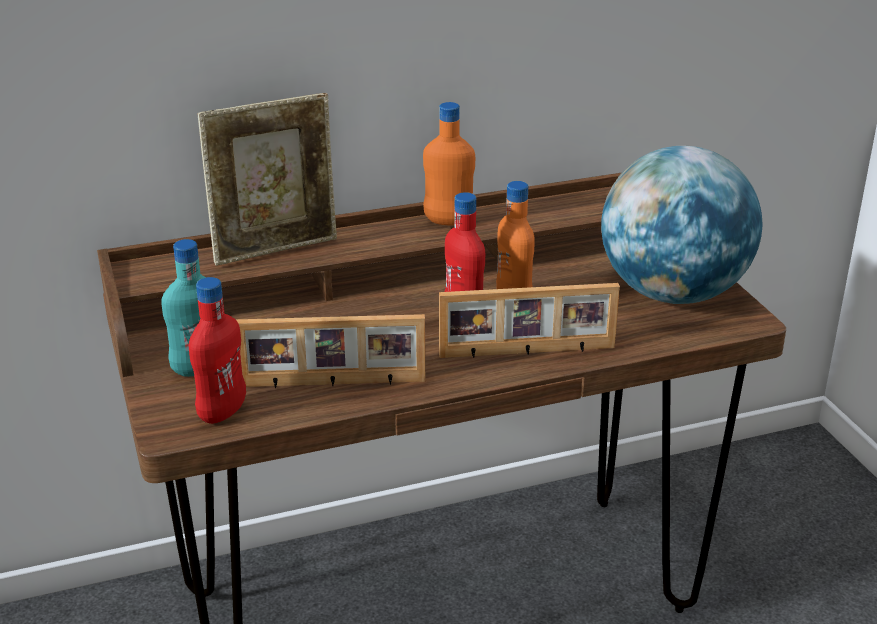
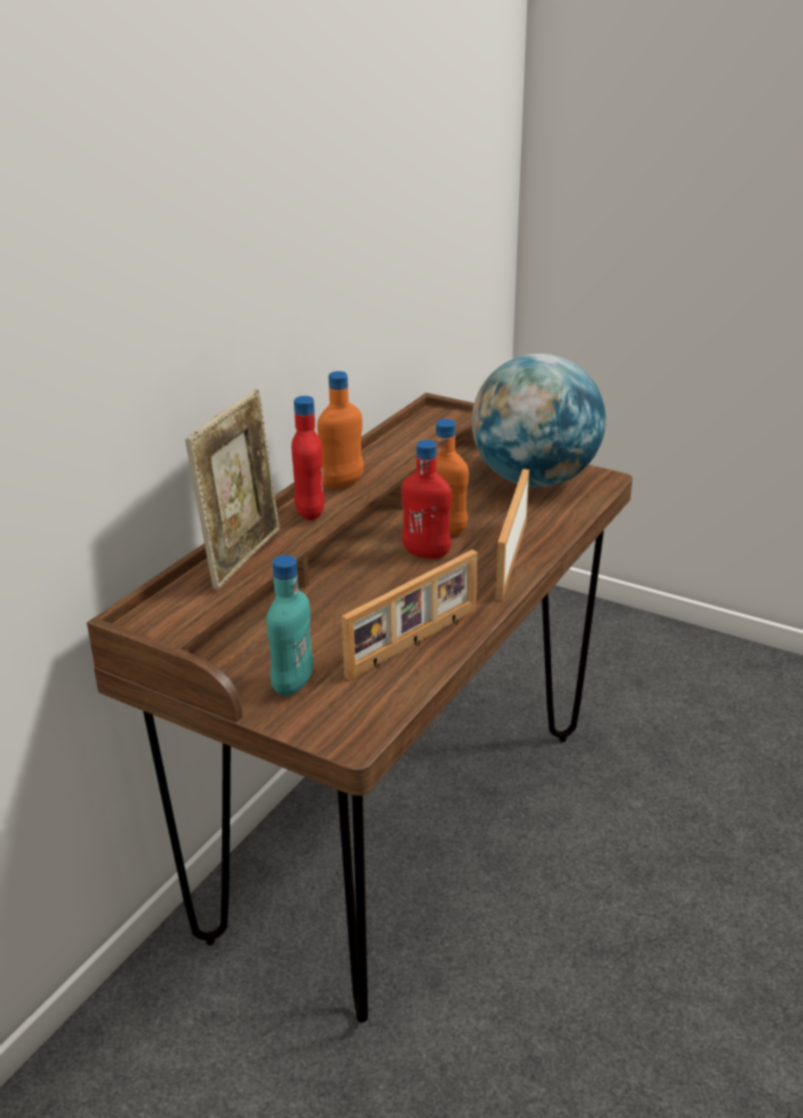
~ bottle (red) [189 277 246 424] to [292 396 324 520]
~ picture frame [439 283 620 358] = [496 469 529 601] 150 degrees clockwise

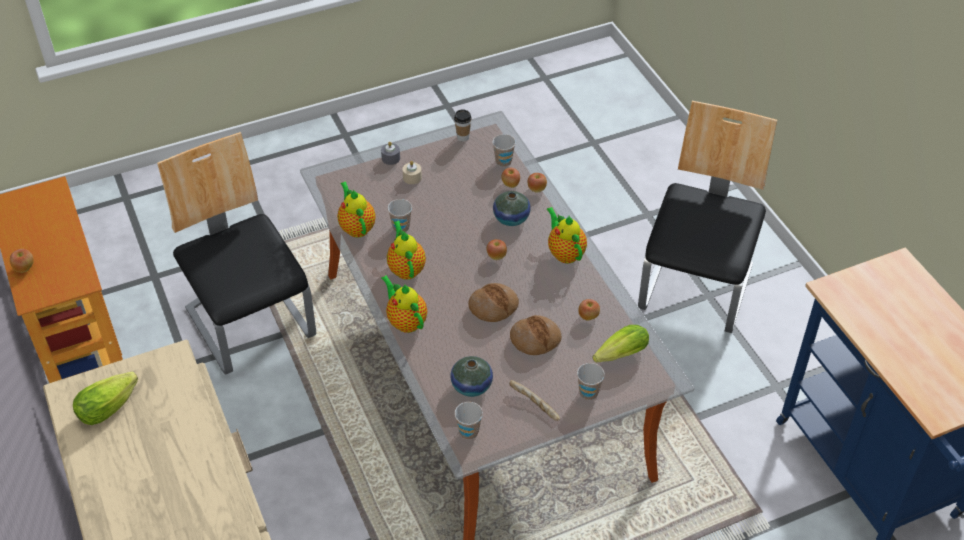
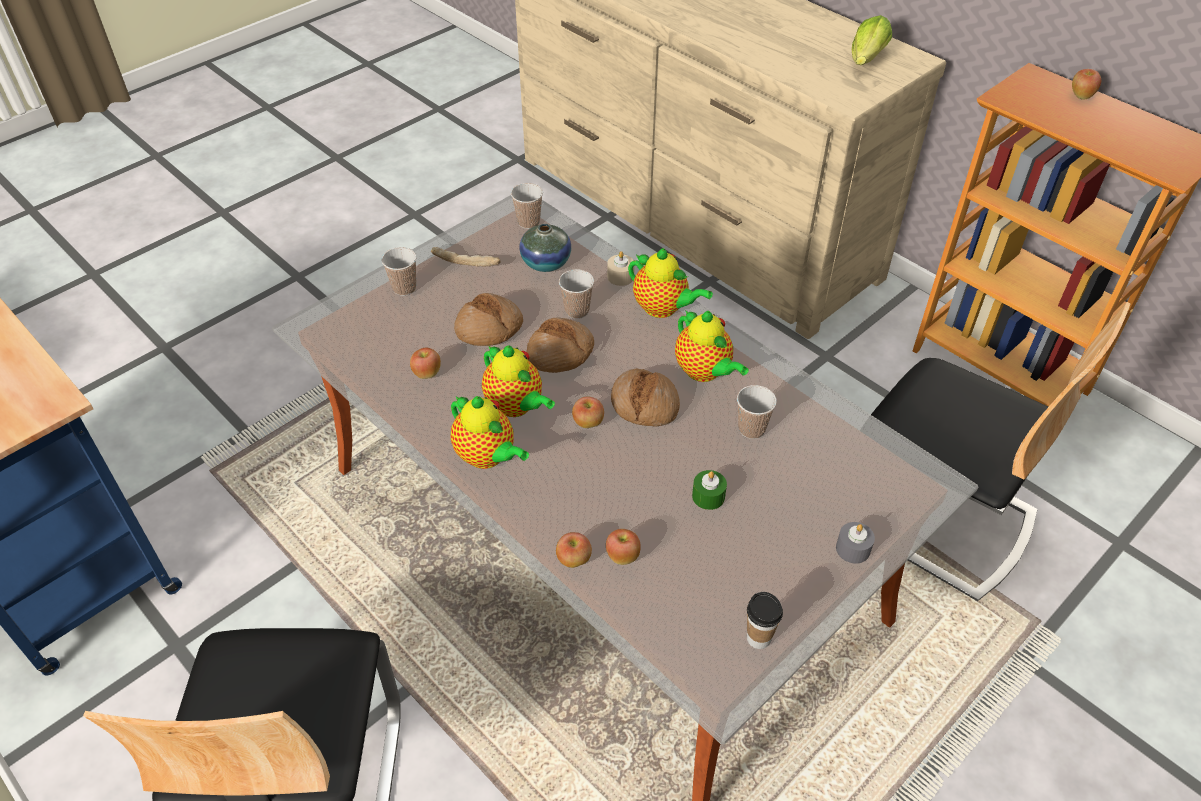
- vase [493 191 531 226]
- lettuce [593 325 649 362]
+ bread [611 368 680 427]
+ candle (green) [692 470 727 510]
~ teapot [337 181 376 237] to [482 345 555 417]
~ candle (beige) [403 161 422 184] to [607 251 635 286]
~ cup [492 134 516 167] to [559 269 594 319]

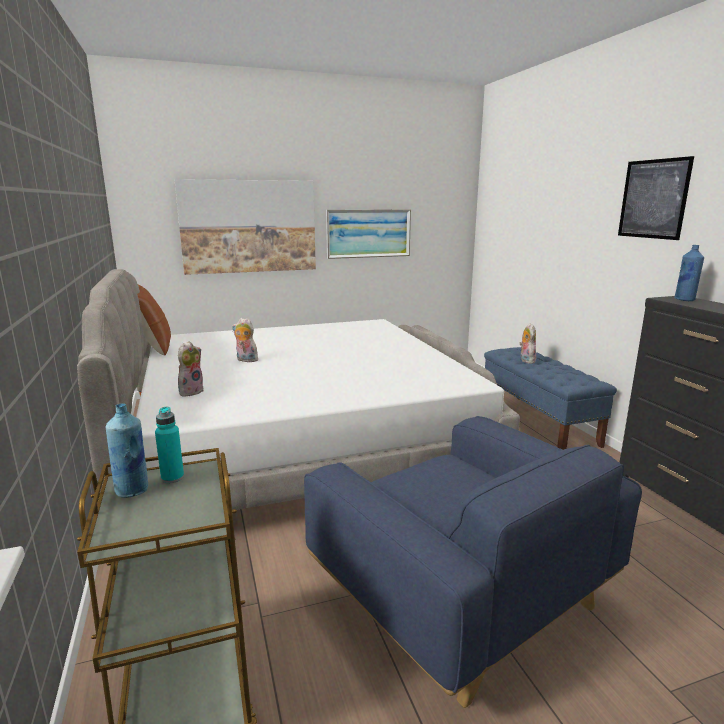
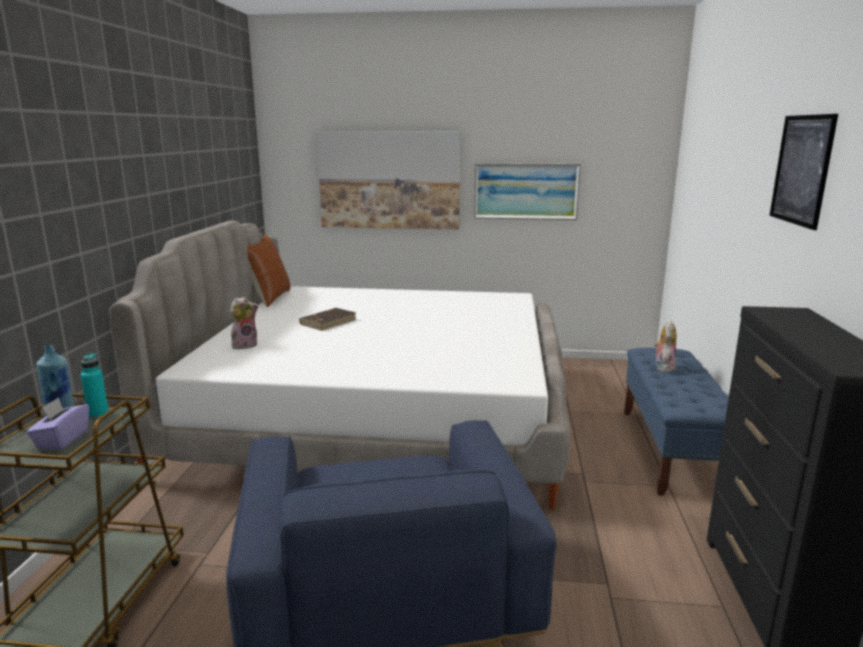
- bottle (blue) [674 245 704 301]
+ tissue box (purple) [26 398 89 450]
~ plush toy [232 318 258 362] to book (brown) [299 308 357 331]

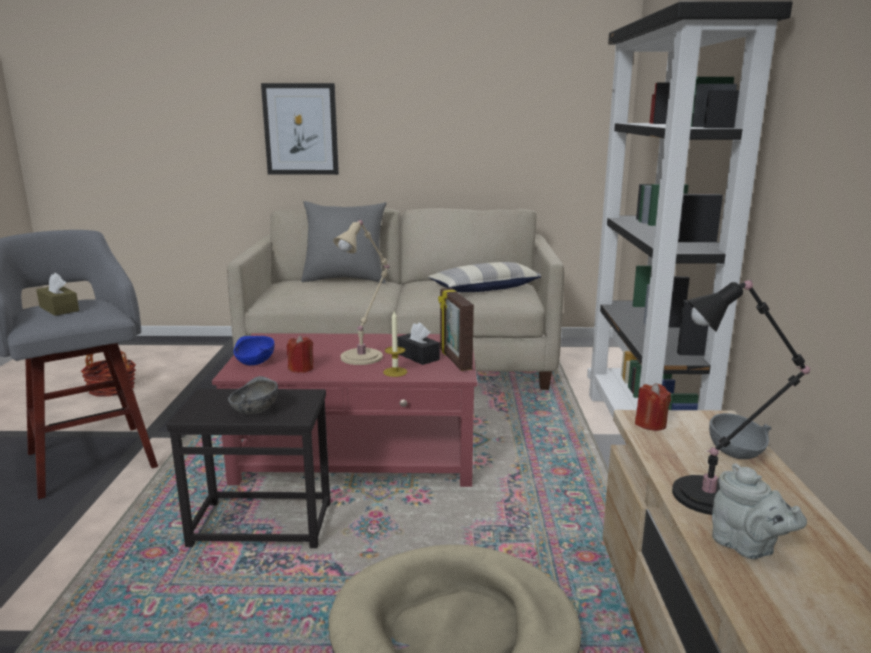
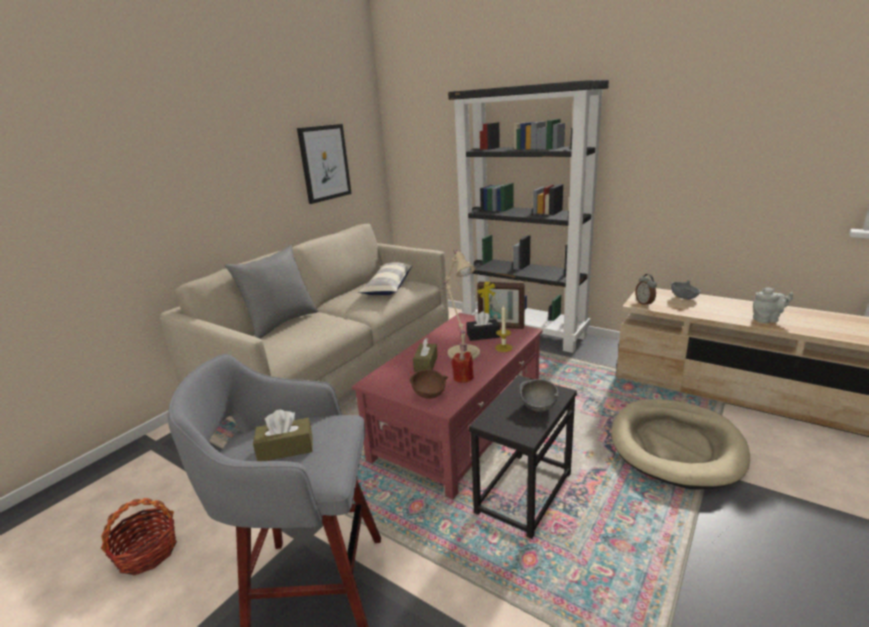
- table lamp (black) [672 280 810 515]
+ tissue box (brown) [413 338 438 372]
~ picture [261 83 339 175] to [297 124 352 204]
~ candle (red) [635 383 671 431] to alarm clock [635 274 657 306]
~ bowl (blue) [233 336 275 365] to bowl (brown) [410 369 448 399]

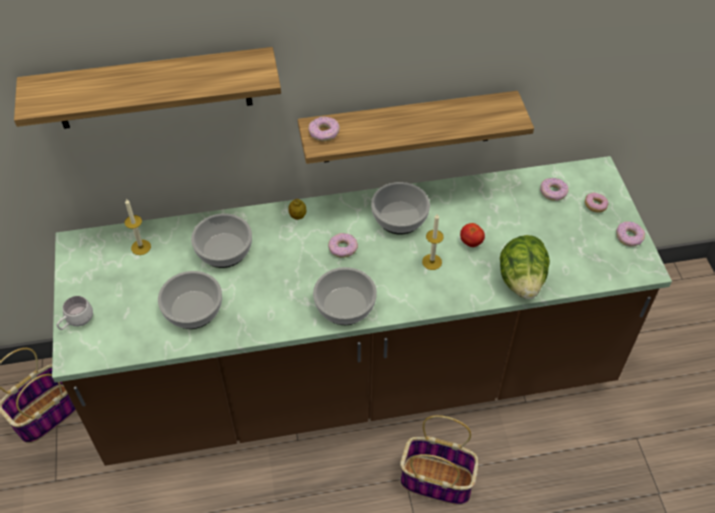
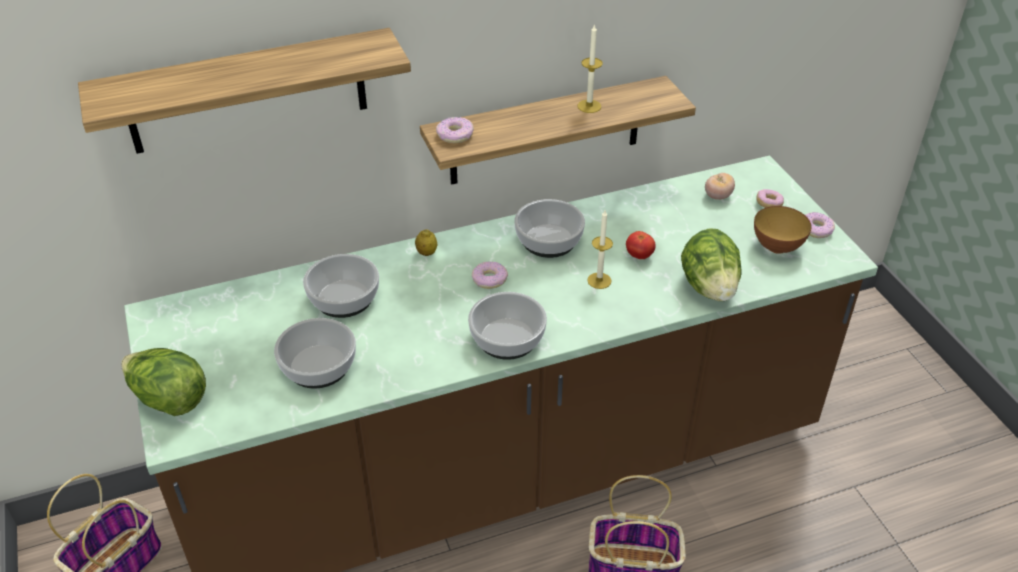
+ bowl [754 206 812 254]
~ candle [125 199 151 255] to [578 24 603 113]
~ mug (white) [57 296 93 330] to lettuce [121 348 206 416]
~ donut [540 178 569 201] to tomato [705 173 735 200]

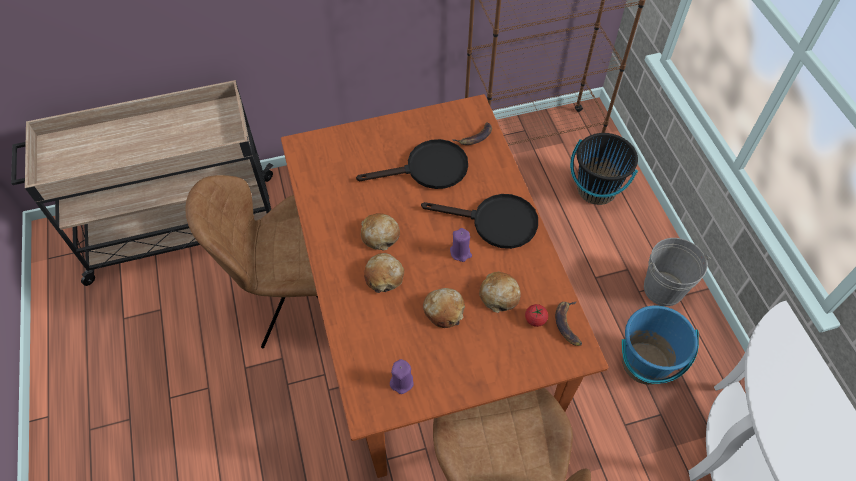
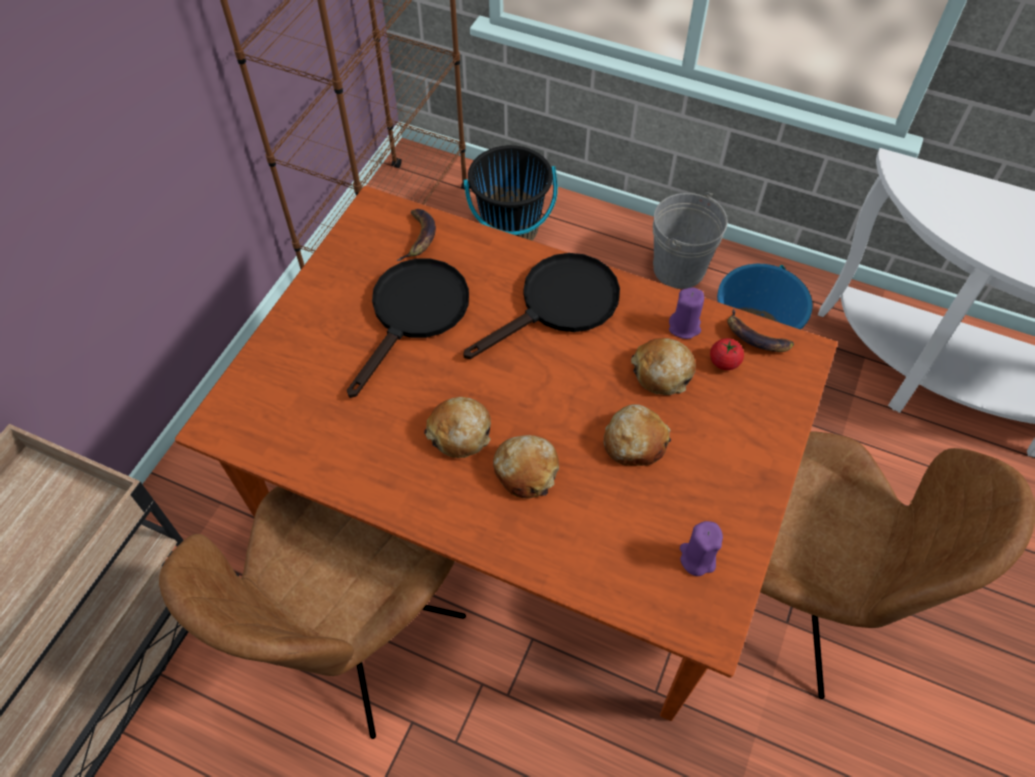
~ candle (purple) [450 228 472 262] to [669 287 704 339]

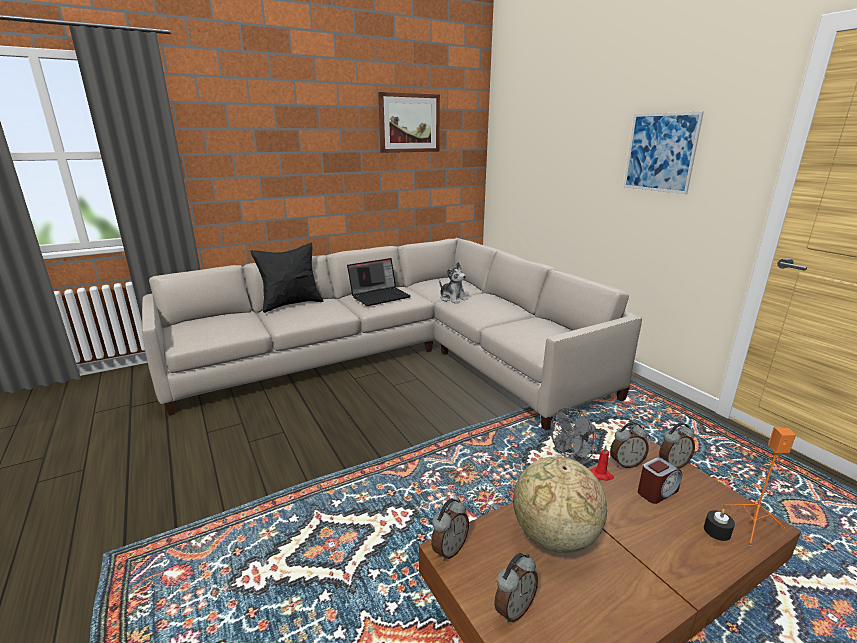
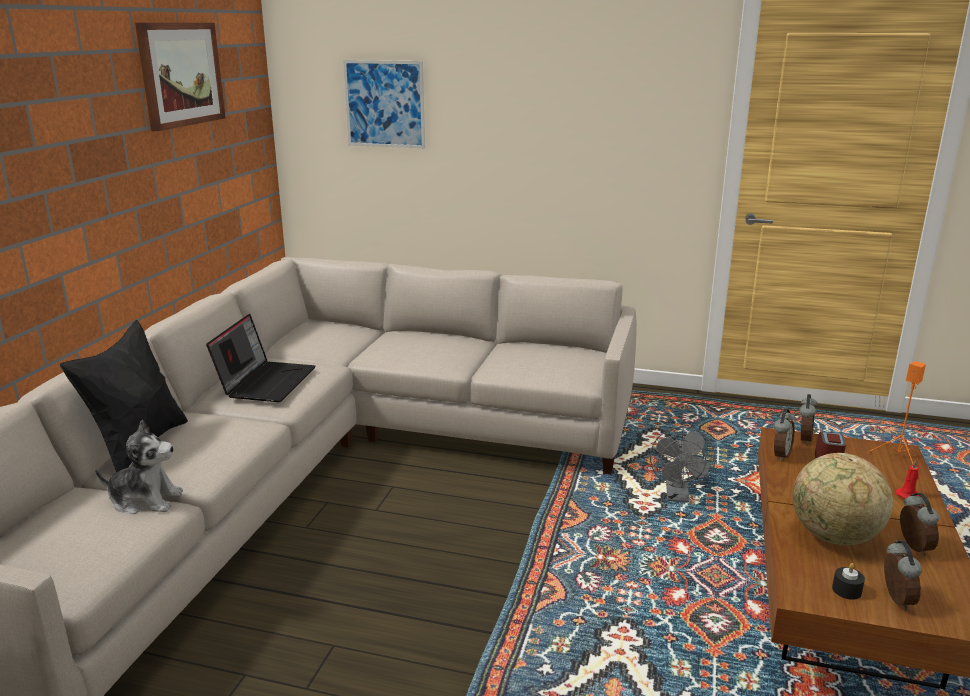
~ alarm clock [431 499 469 561] to [900 493 939 556]
~ plush toy [439 262 468 304] to [95 420 183 514]
~ candle (red) [590 446 614 481] to [895 460 920 499]
~ picture [624 112 704 194] to [343 60 425 148]
~ candle (black) [704 509 735 541] to [832 563 865 600]

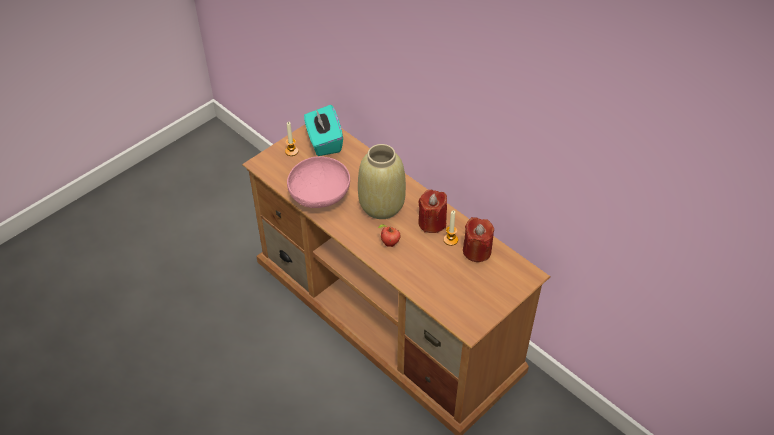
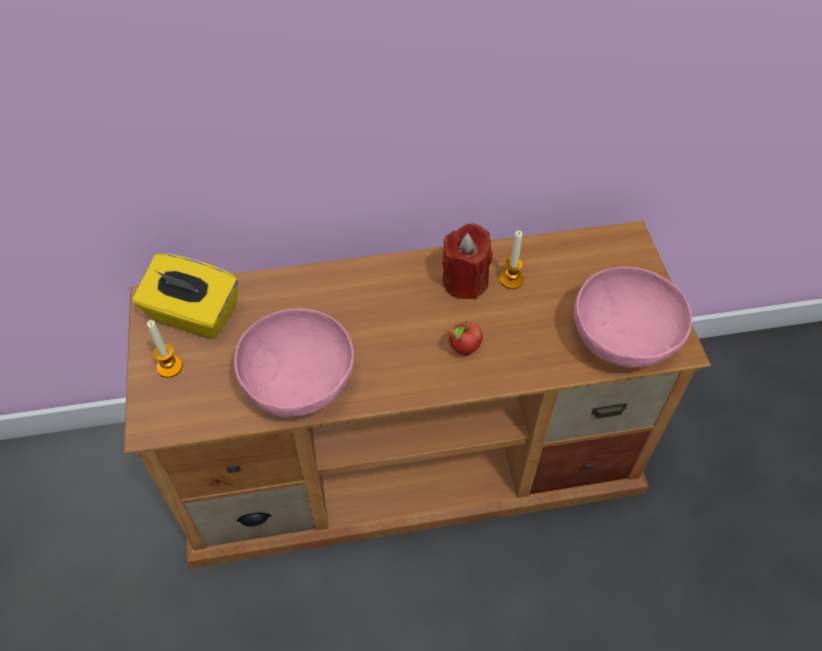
- vase (beige) [358 144 406 219]
- candle (red) [463 217 494 262]
+ bowl (pink) [574 267 692 368]
~ tissue box (turquoise) [304 105 343 156] to tissue box (yellow) [133 254 238 339]

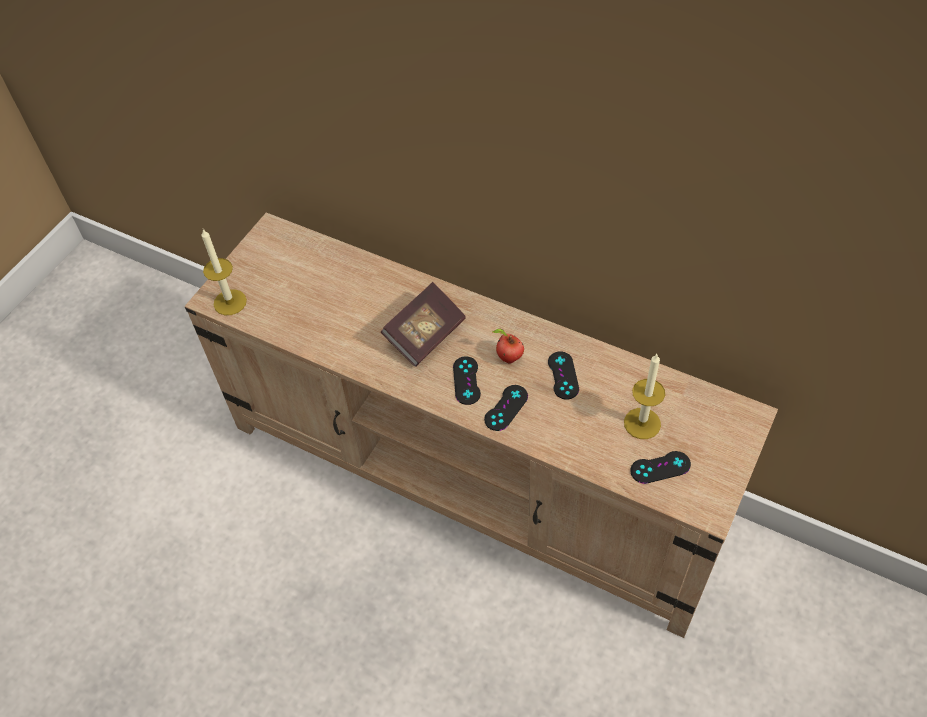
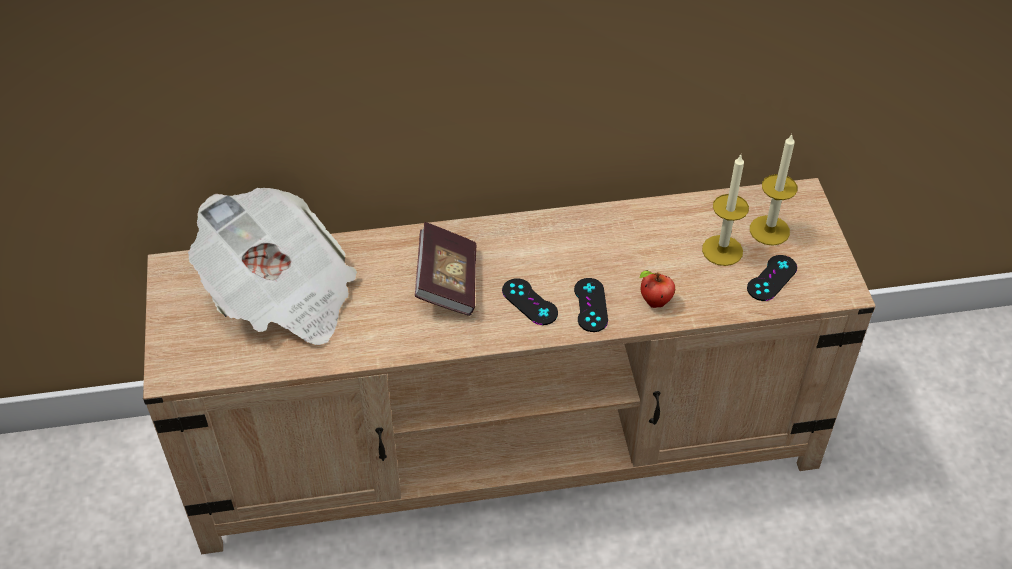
- game controller (black) [548 351 579 400]
+ newspaper [188 188 357 345]
~ candle [201 229 247 315] to [750 134 797 246]
~ apple [492 329 524 364] to [640 270 675 308]

